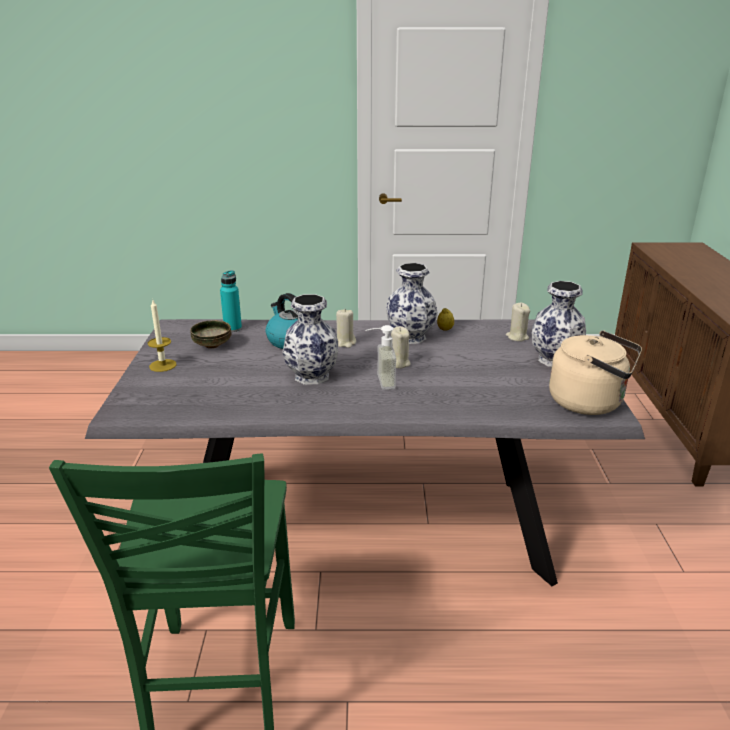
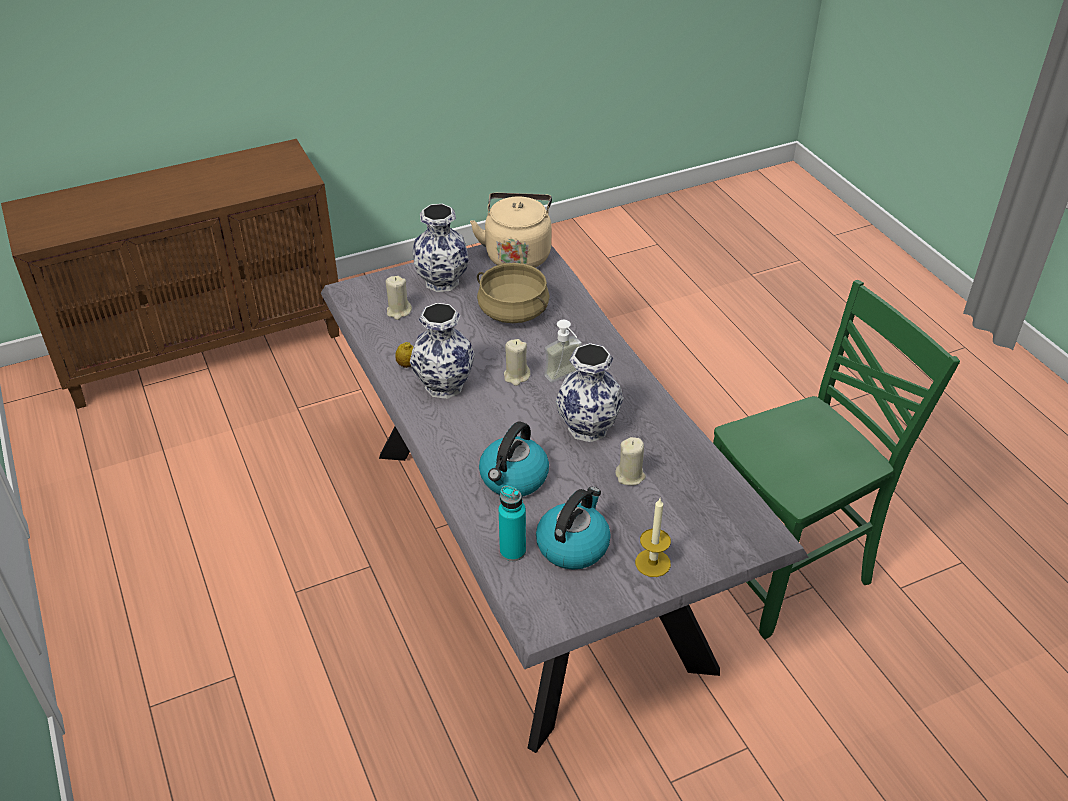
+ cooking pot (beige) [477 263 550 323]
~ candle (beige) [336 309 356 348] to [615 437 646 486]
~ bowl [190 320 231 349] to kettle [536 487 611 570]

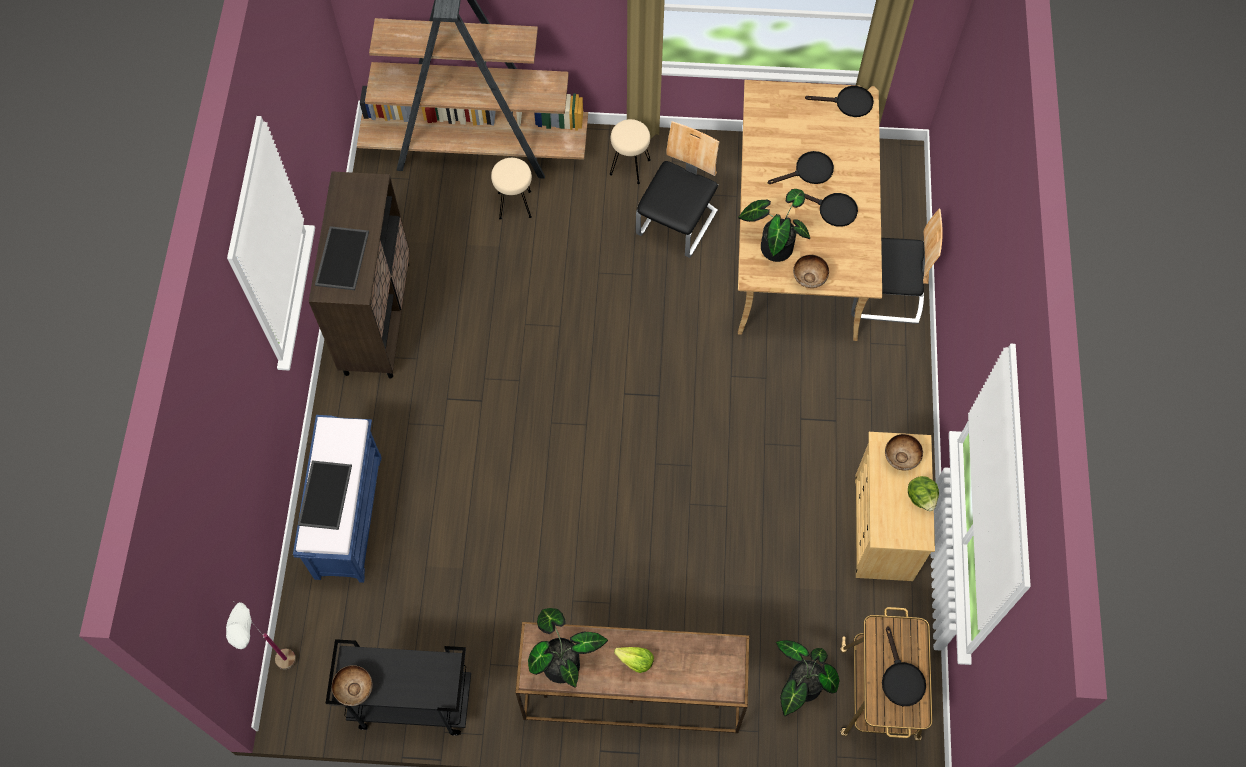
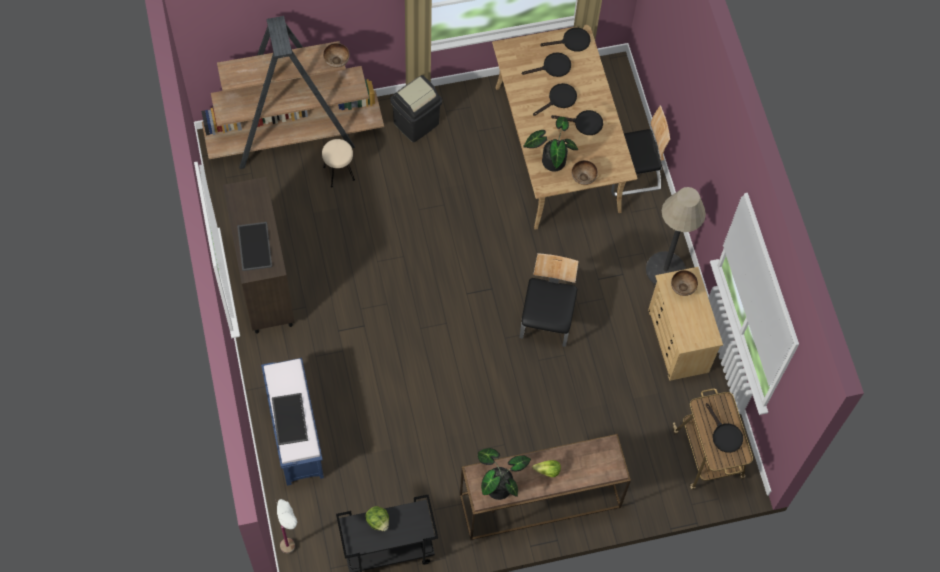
- potted plant [776 640 839 716]
+ frying pan (black) [522 52 571 77]
+ floor lamp [646 187 706 285]
~ bowl [332 665 373 706] to [323 43 350 68]
~ chair [636 121 720 258] to [519 253 579 347]
~ lettuce [908 476 939 511] to [366 506 389 531]
~ stool (beige) [610 119 651 184] to trash can (black) [390 75 442 142]

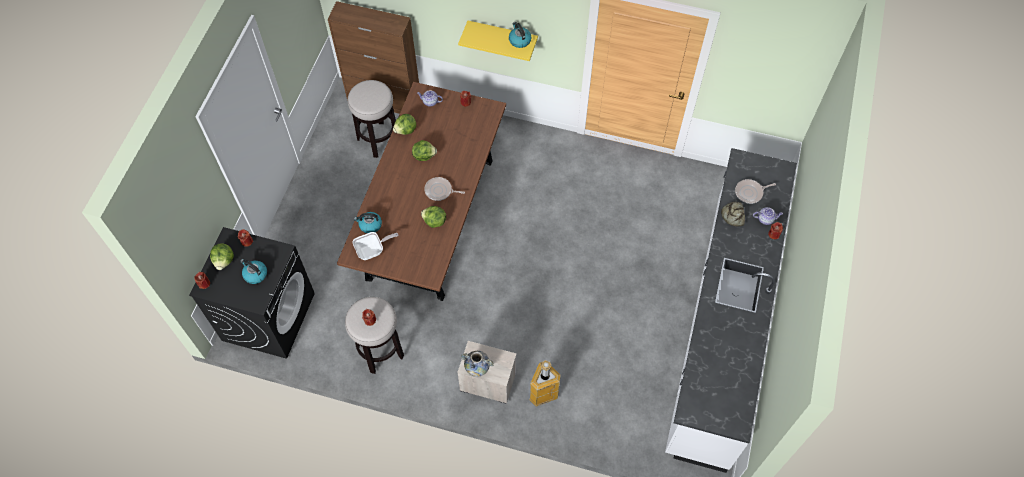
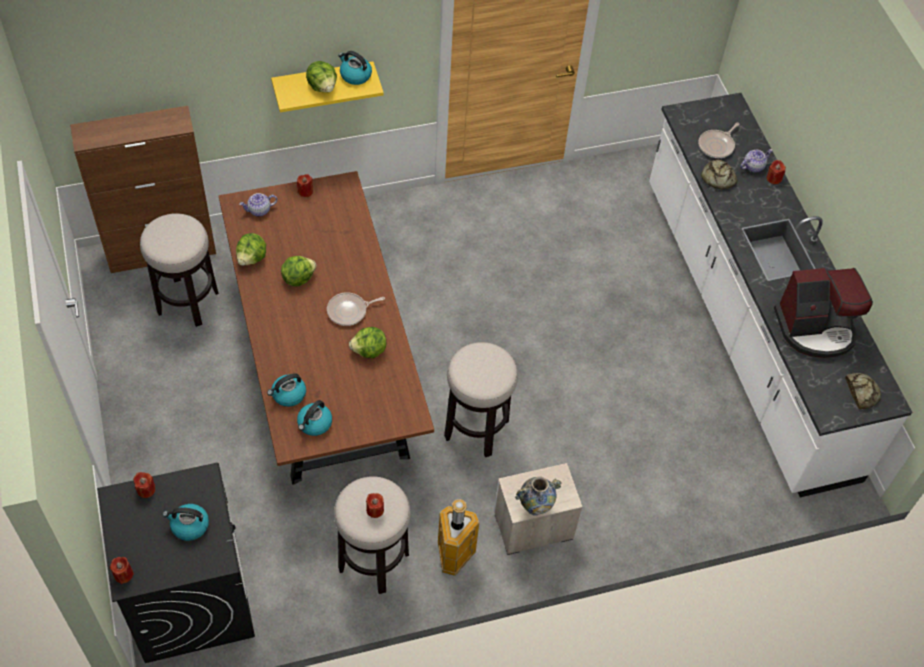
+ stool [444 342 518 457]
+ coffee machine [774 268 873 358]
+ bread [845 373 881 409]
~ lettuce [210 243 234 270] to [306 61 337 93]
~ trash can [529 360 561 407] to [438 499 479 576]
~ frying pan [353 232 398 260] to kettle [297 400 332 436]

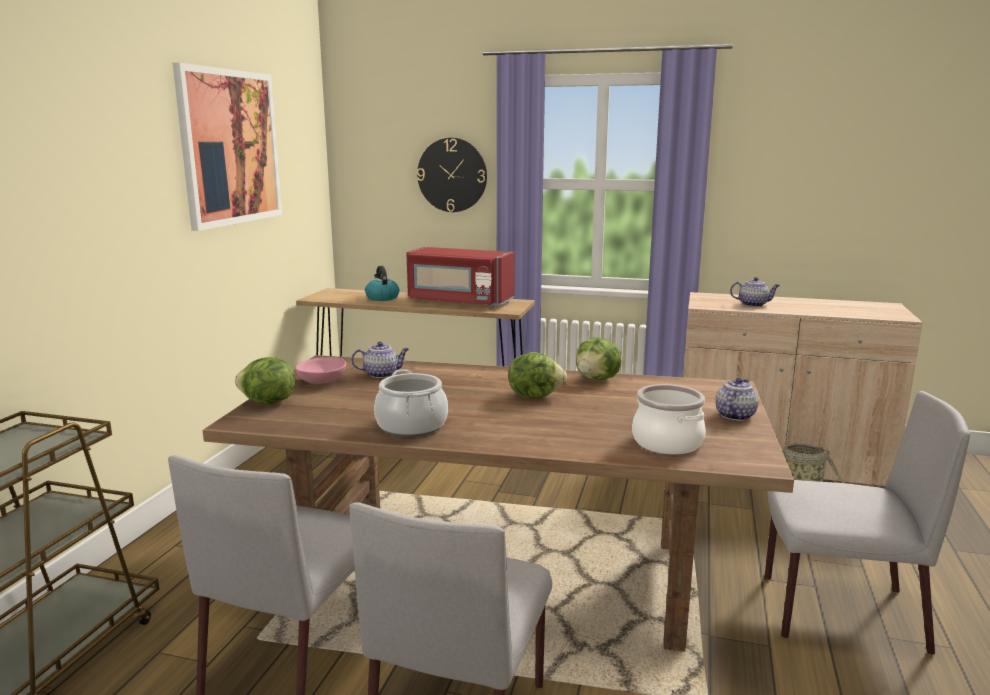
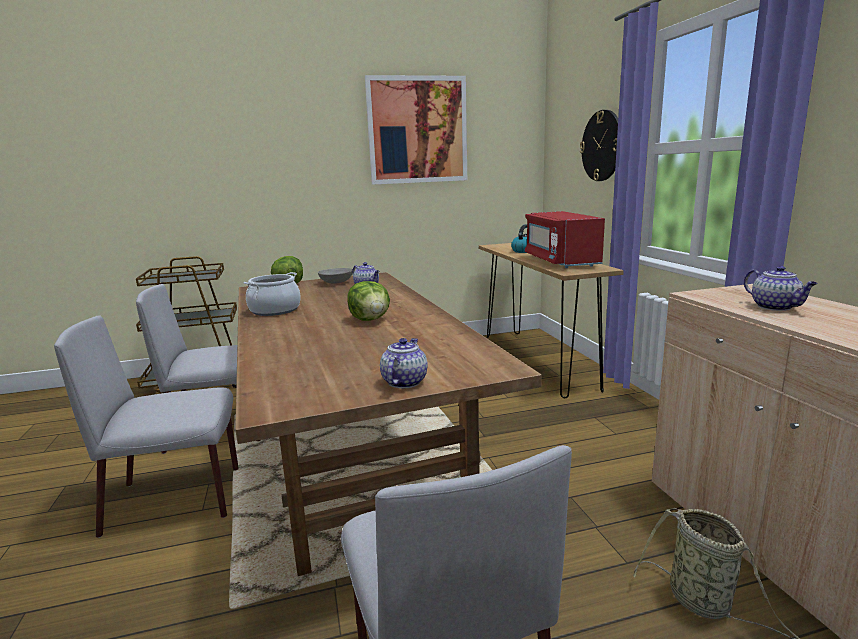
- lettuce [576 338 622 380]
- cooking pot [632 384 706 454]
~ bowl (pink) [296 357 346 384] to bowl (grey) [318 268 353 284]
~ teapot [715 378 758 421] = [380 338 428 388] 75 degrees counterclockwise

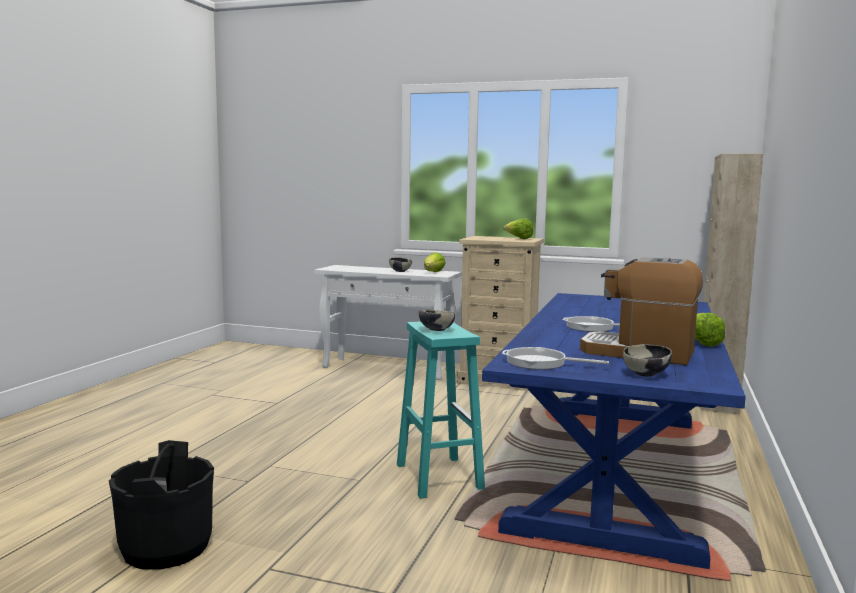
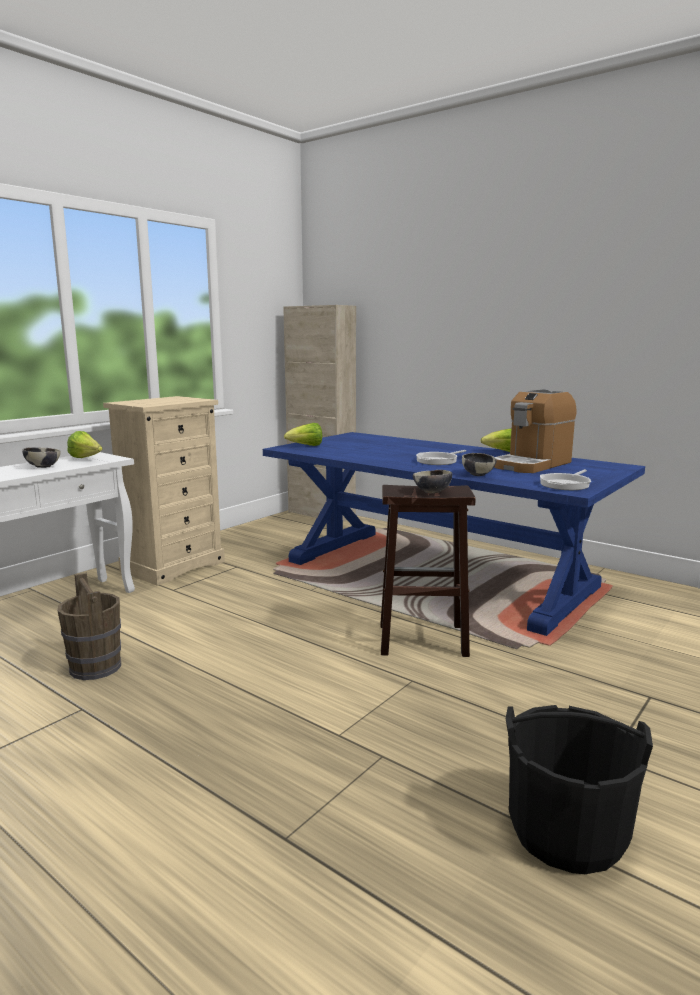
+ bucket (brown) [57 573 121 680]
~ lettuce [503 218 533 239] to [284 423 322 446]
~ bowl [623 344 672 377] to [462 453 497 476]
~ stool (turquoise) [397 321 485 499] to stool (brown) [380 485 475 657]

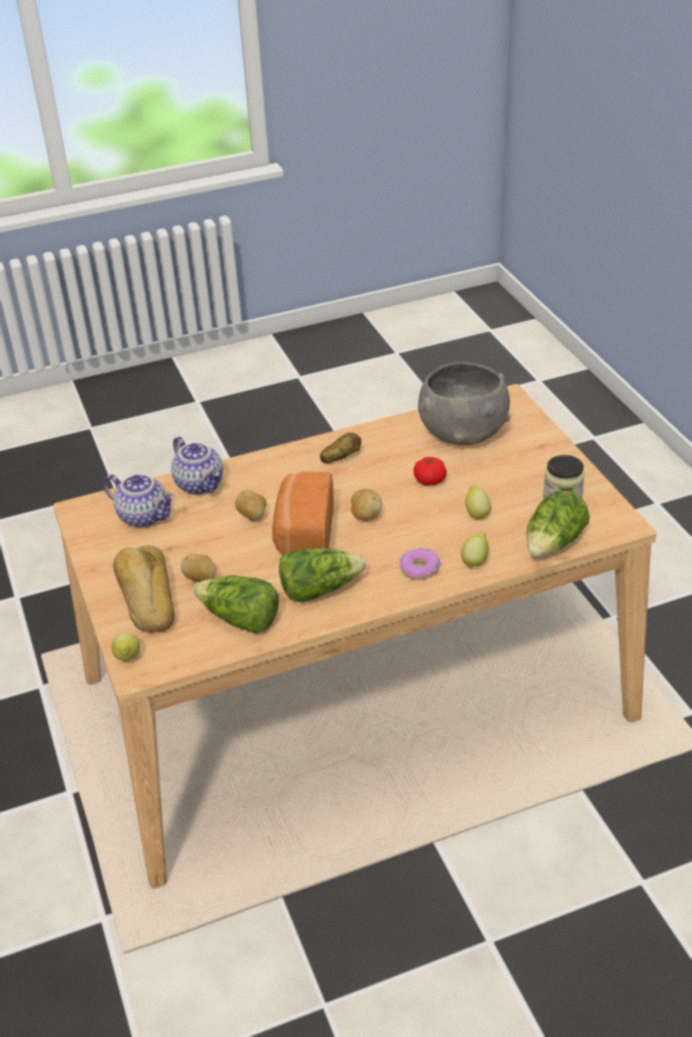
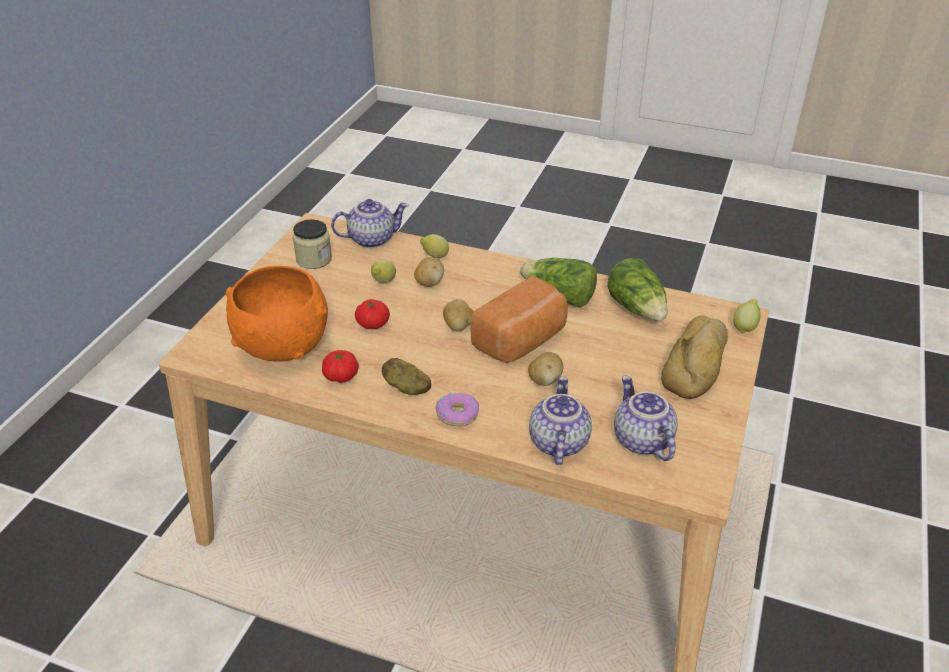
+ tomato [322 350 359 383]
~ potato [181 554 216 582] to [414 257 444 287]
~ donut [400 548 440 580] to [435 393 479 426]
~ lettuce [527 491 590 556] to teapot [331 199 409 248]
~ bowl (grey) [418 362 511 445] to bowl (orange) [225 266 328 362]

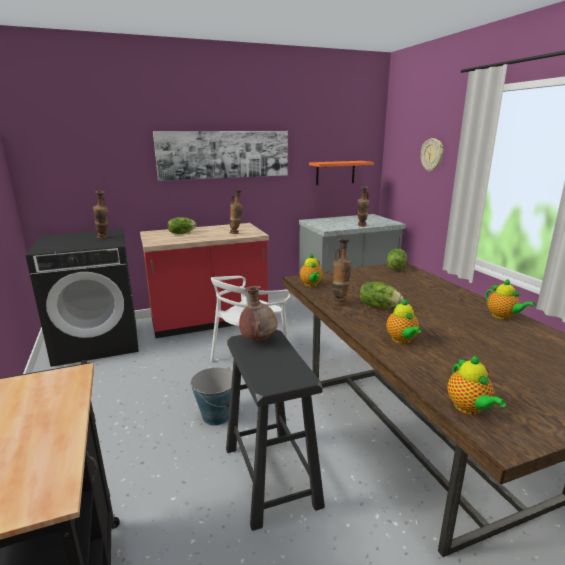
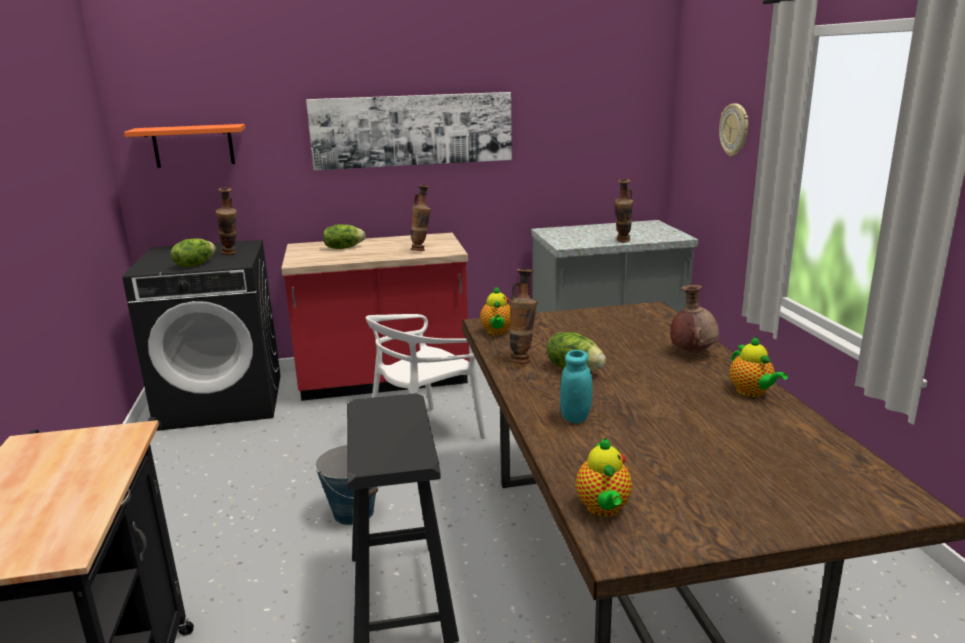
~ vase (brown) [239 286 278 341] to [670 285 719 353]
~ shelf (orange) [309 161 374 185] to [124 124 245 168]
~ lettuce [387 249 407 270] to [171 238 216 267]
~ teapot [386 298 421 344] to jar (turquoise) [560 350 593 423]

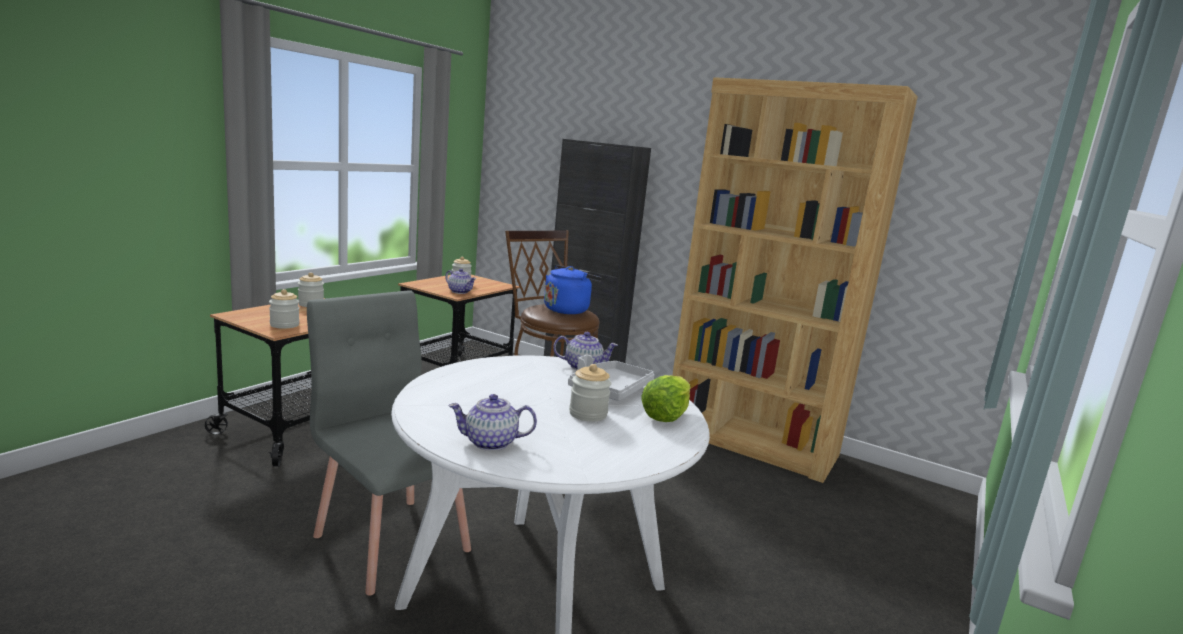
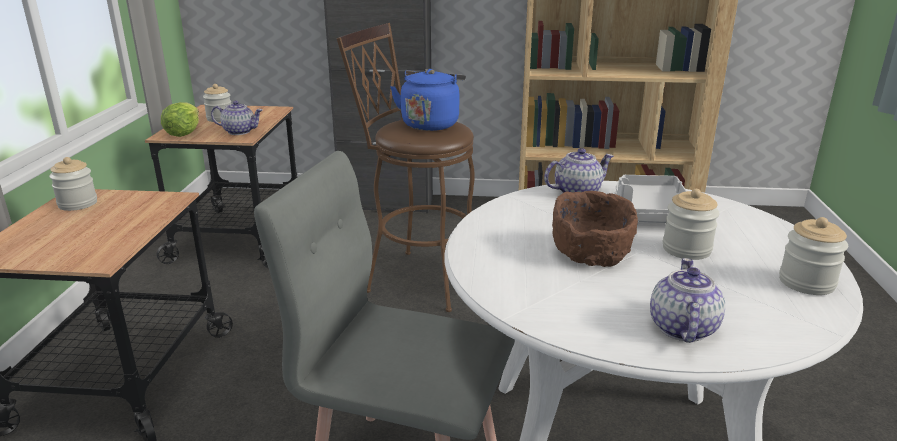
+ bowl (brown) [552 191 638 267]
~ jar [269 289 299 329] to [779 217 848 295]
~ lettuce [641 375 691 422] to [161 102 199 137]
~ teapot [448 394 537 451] = [650 258 725 343] 135 degrees clockwise

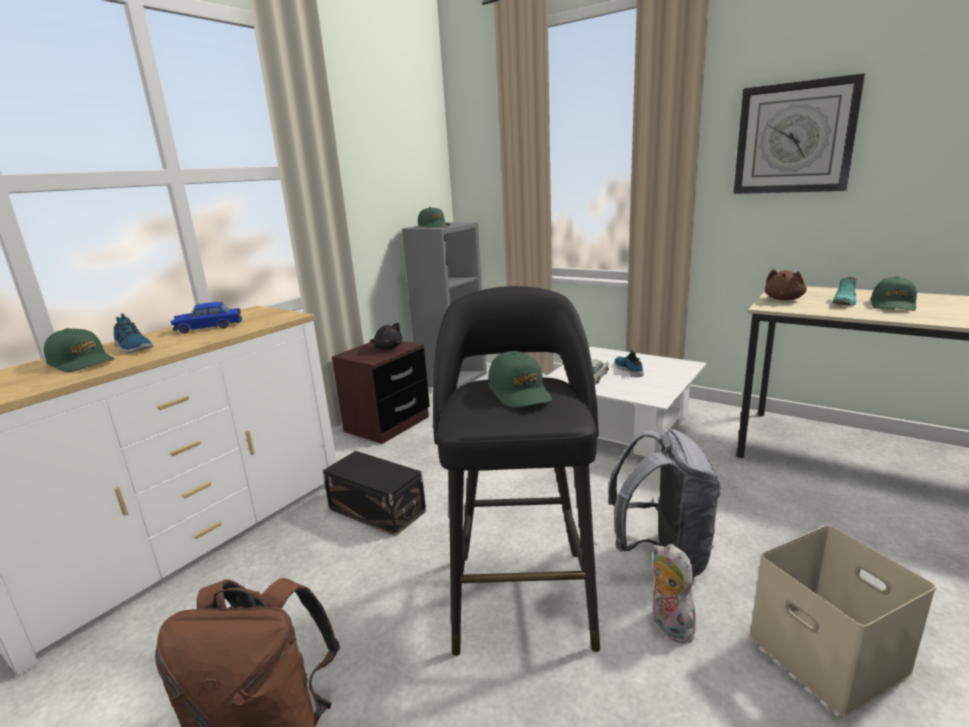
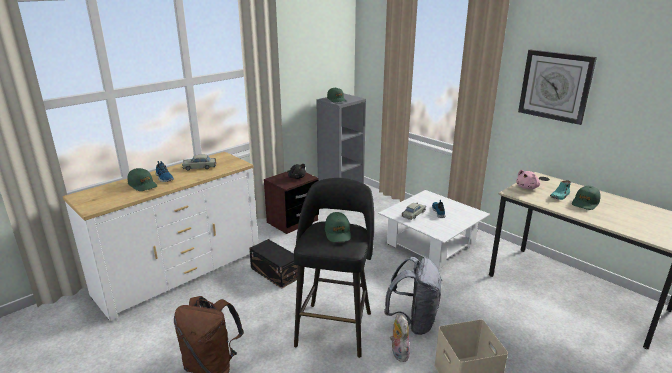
~ toy car (blue) [171 302 242 334] to toy car (beige) [182 155 216 171]
~ plush toy (brown) [765 269 807 301] to plush toy (pink) [516 170 540 189]

